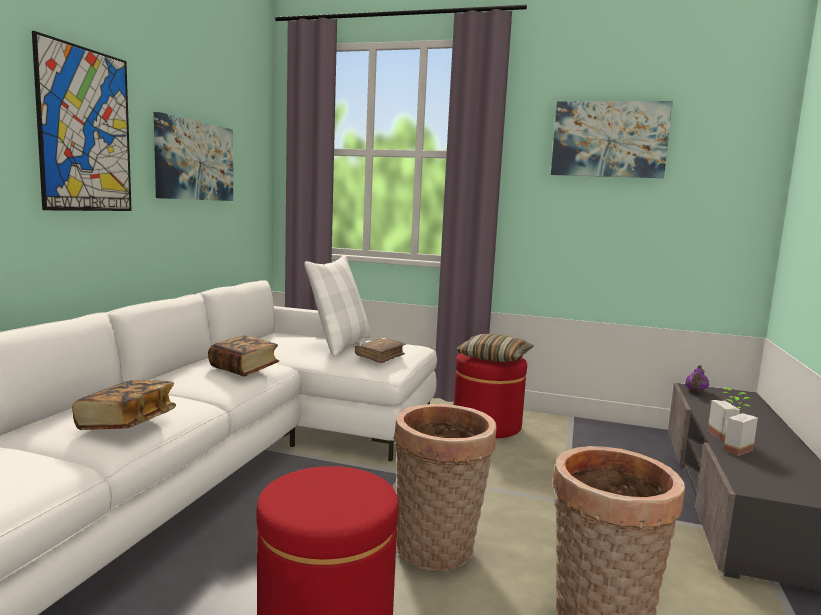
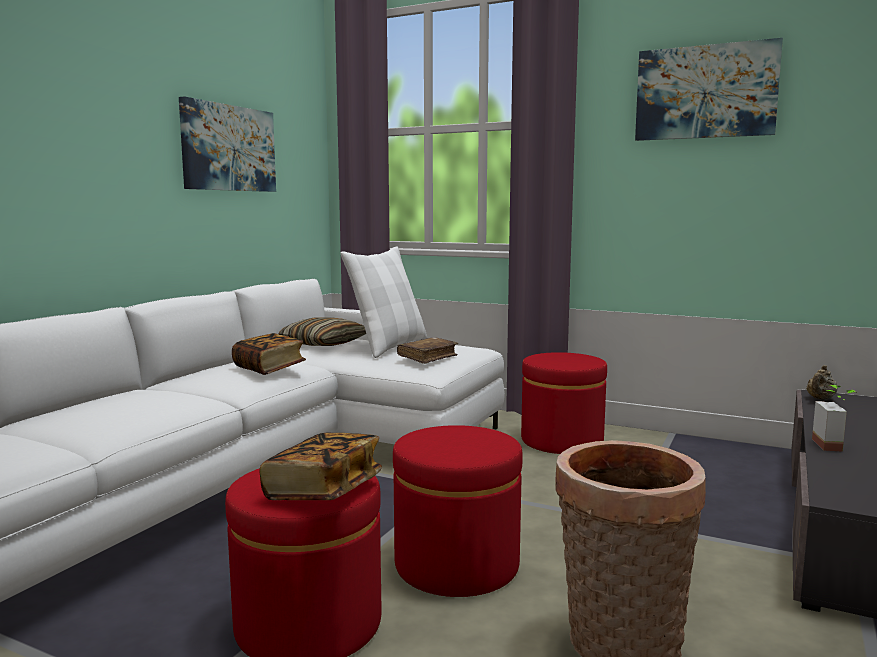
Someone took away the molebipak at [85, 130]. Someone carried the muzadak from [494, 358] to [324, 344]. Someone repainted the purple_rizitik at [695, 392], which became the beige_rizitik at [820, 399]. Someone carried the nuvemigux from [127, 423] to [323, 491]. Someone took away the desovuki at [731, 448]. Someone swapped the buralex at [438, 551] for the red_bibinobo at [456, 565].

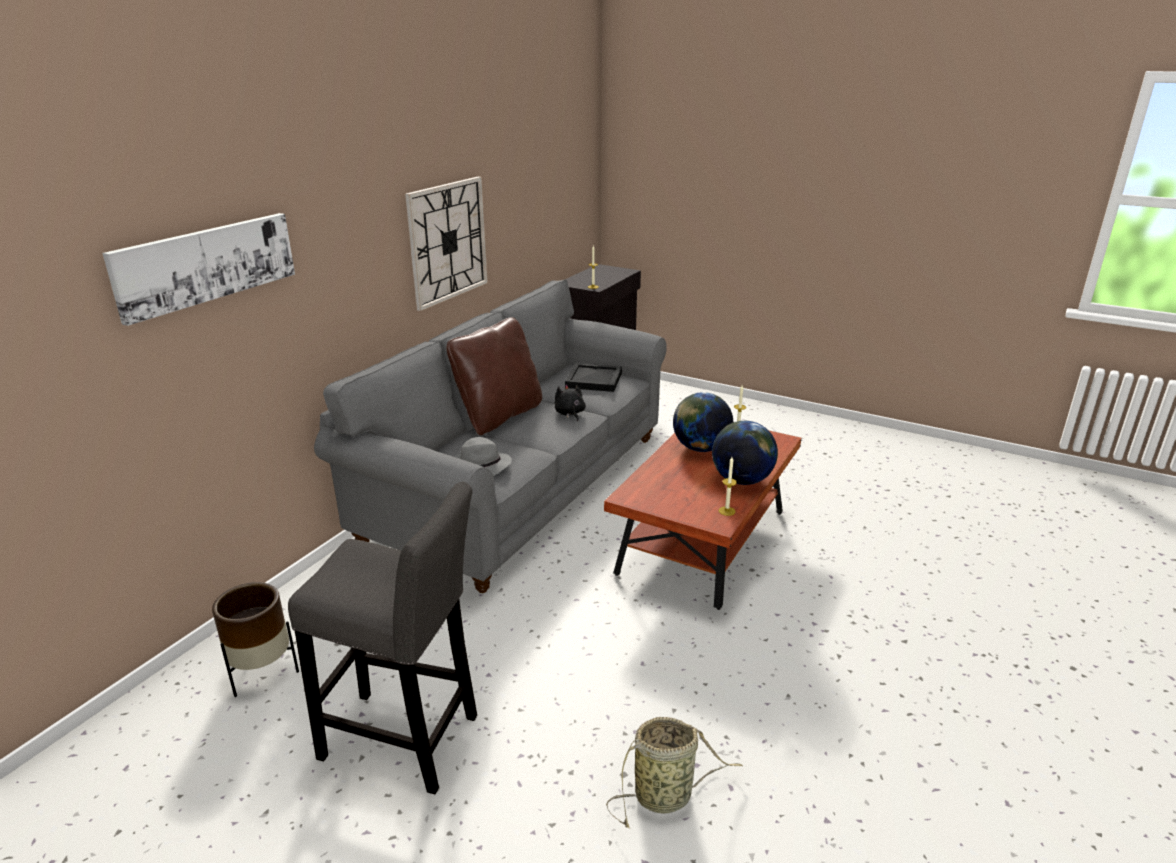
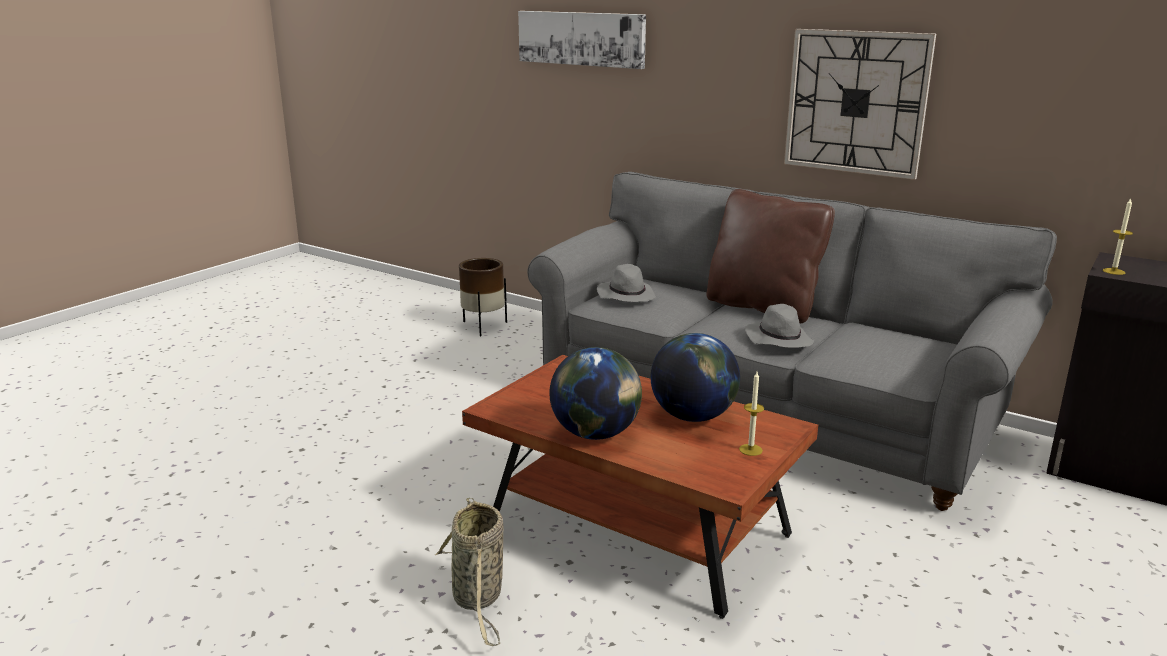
Someone took away the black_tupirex at [595, 380]. Someone swapped the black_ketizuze at [570, 414] for the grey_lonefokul at [778, 339]. Someone took away the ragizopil at [726, 511]. Someone took away the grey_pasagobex at [406, 741]. Someone carried the buralex from [666, 795] to [478, 599].

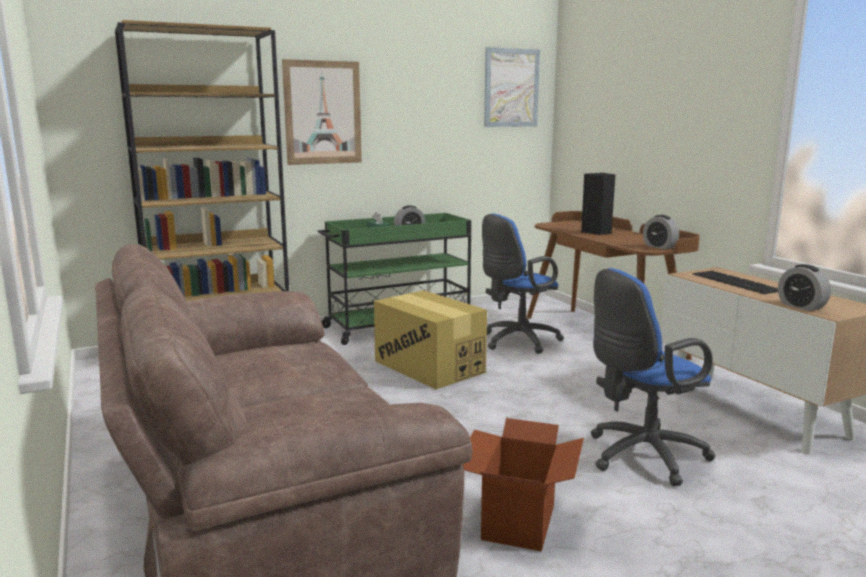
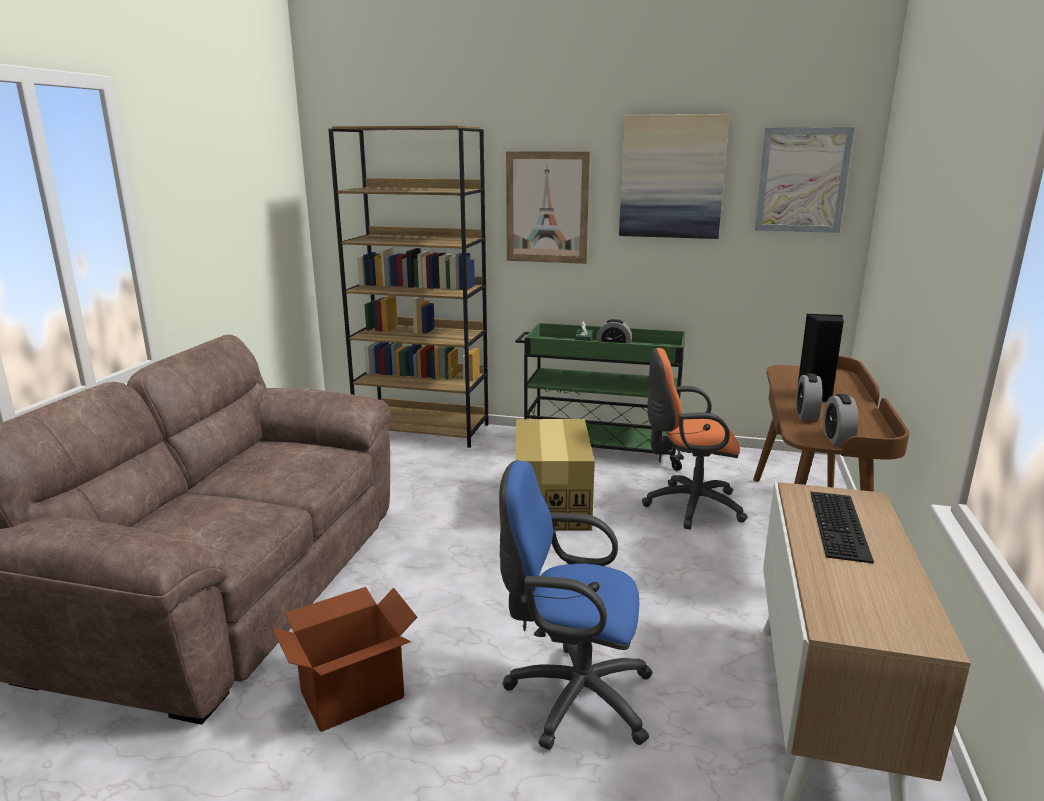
Someone repainted the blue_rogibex at [516, 342], which became the orange_rogibex at [688, 506]. Someone carried the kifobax from [801, 306] to [806, 415]. Someone put up the molebipak at [672, 177].

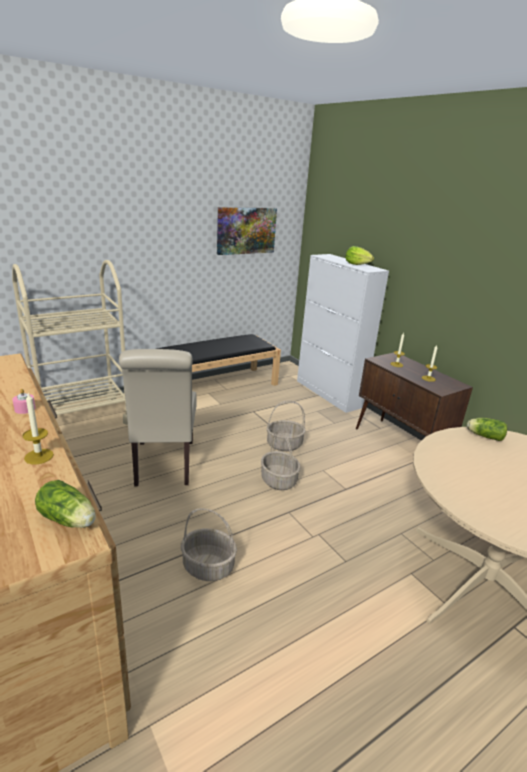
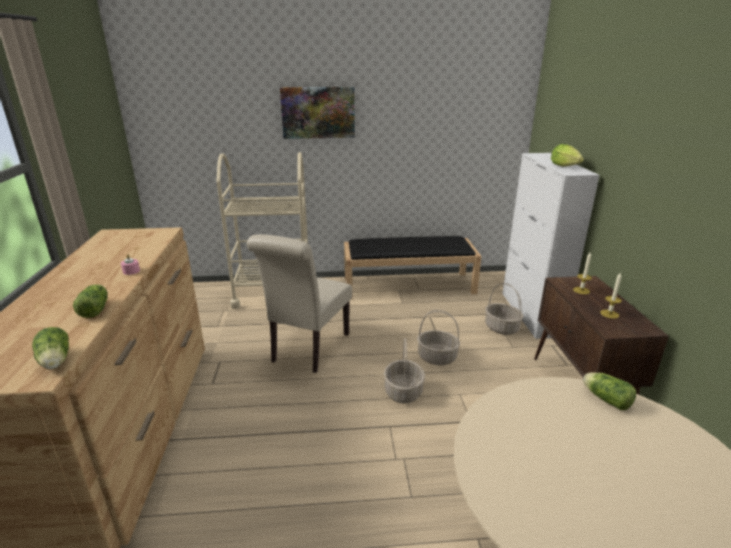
Someone carried the molebipak from [246, 230] to [318, 112]. Someone swapped the ragizopil at [39, 456] for the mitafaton at [96, 309]. Someone carried the buralex from [207, 567] to [501, 328].

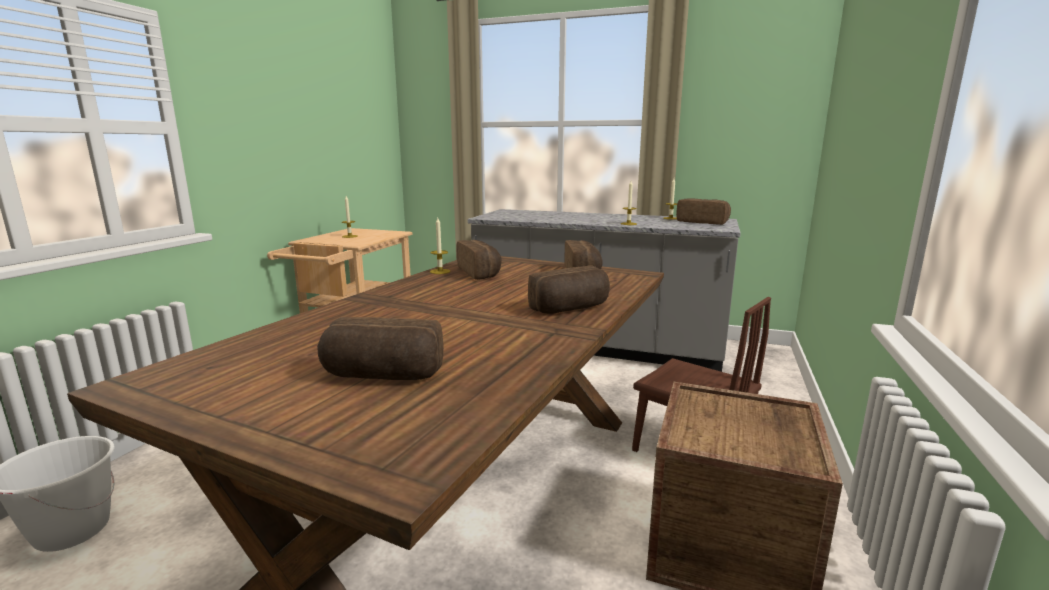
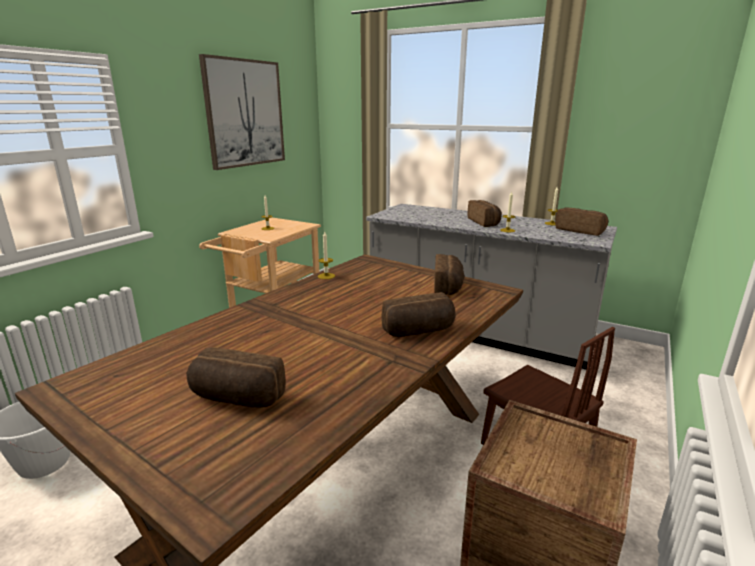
Someone carried the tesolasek from [481, 272] to [485, 222]. Someone put up the molebipak at [245, 113].

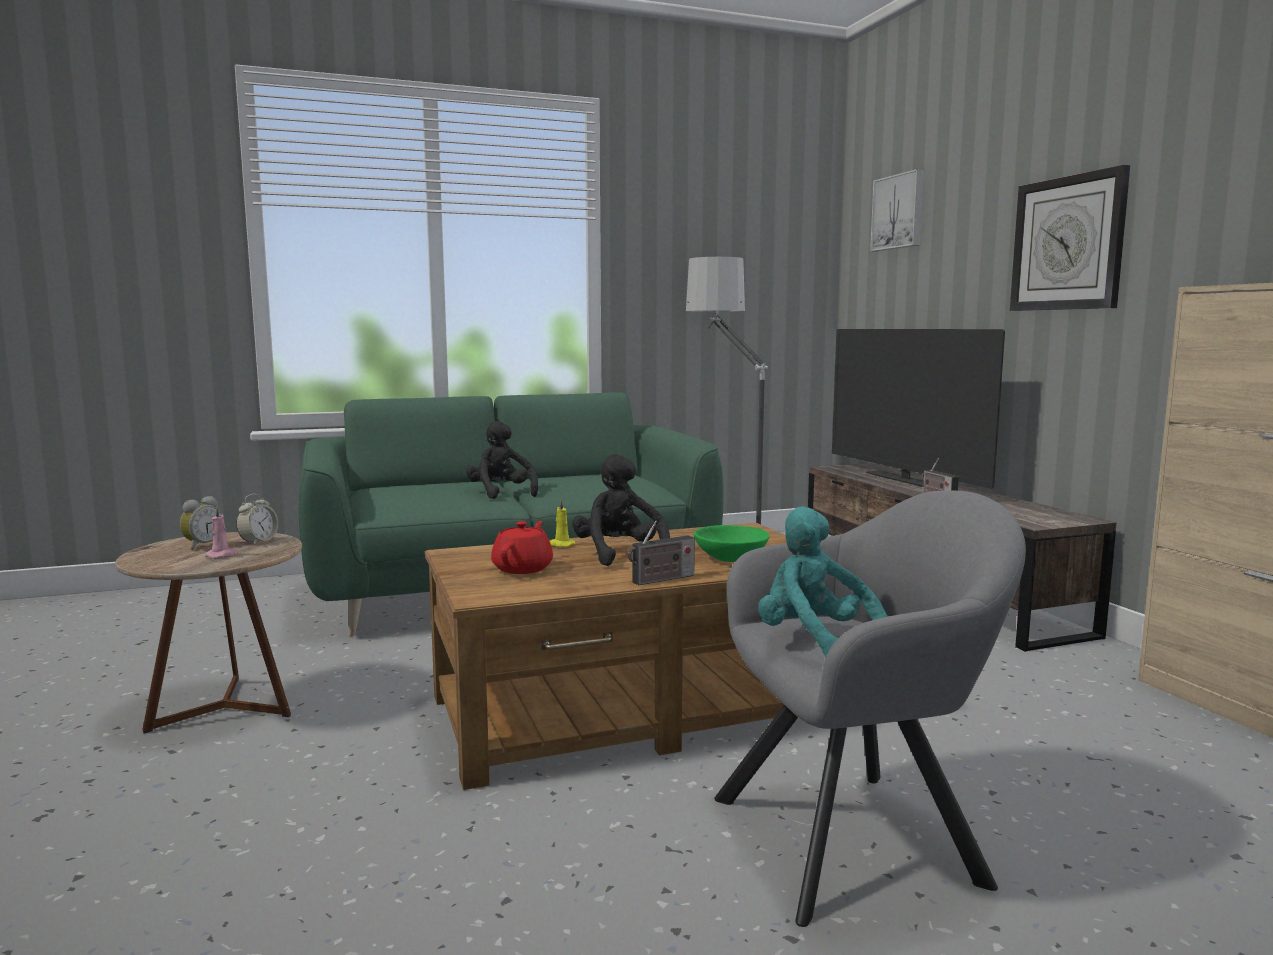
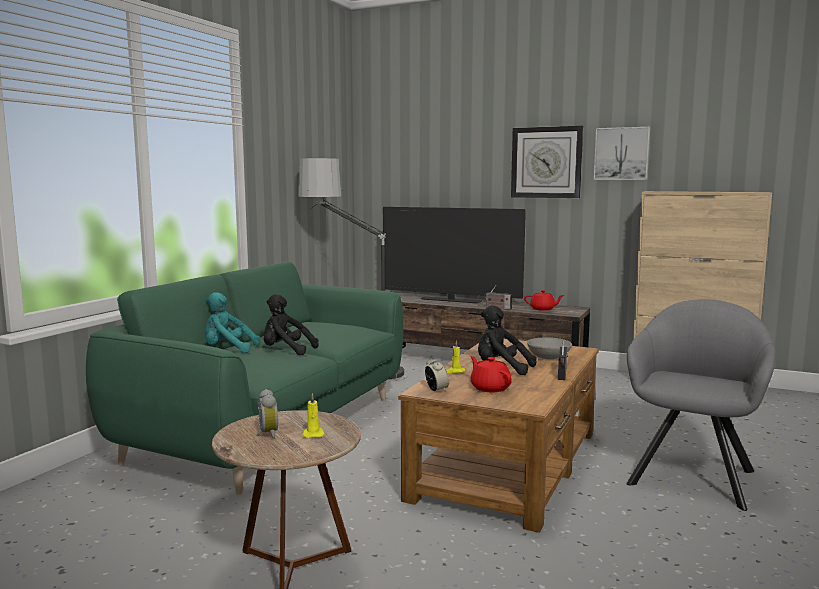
Someone carried the molebipak from [900, 212] to [621, 153]. Someone carried the kifobax from [258, 541] to [436, 390]. Someone repainted the pink_ragizopil at [222, 555], which became the yellow_ragizopil at [313, 434]. Someone carried the turquoise_ketizuze from [815, 642] to [227, 350]. Someone repainted the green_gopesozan at [731, 558], which became the grey_gopesozan at [548, 357]. Someone put down the red_rizitik at [543, 309].

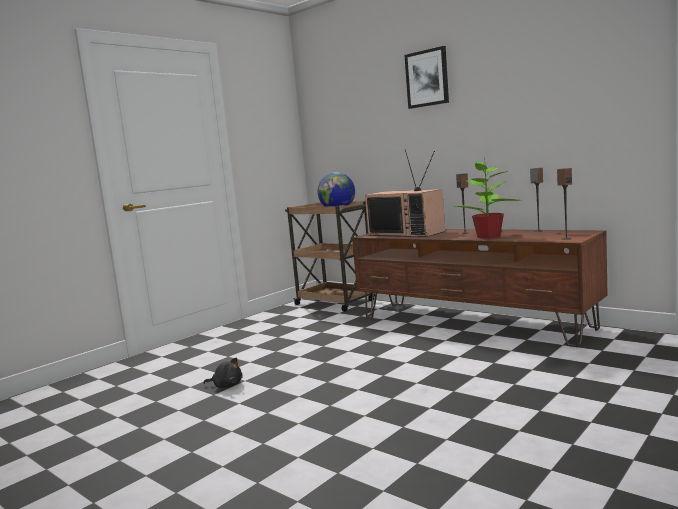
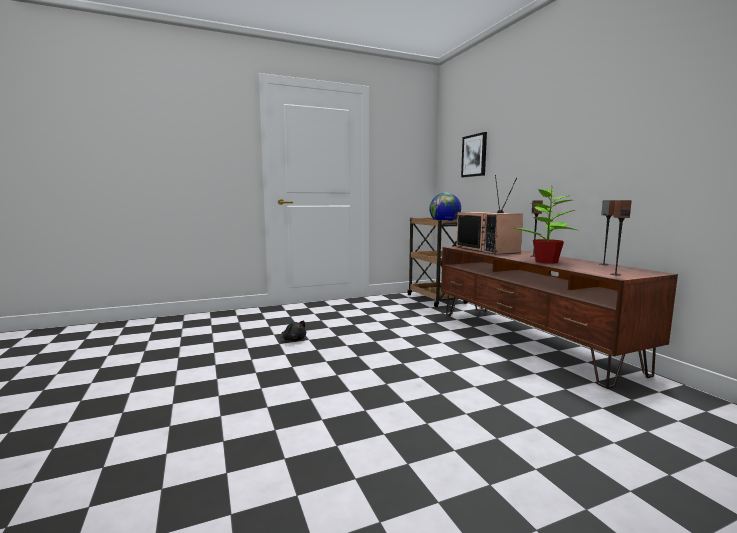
Someone carried the molebipak from [427, 78] to [474, 155].

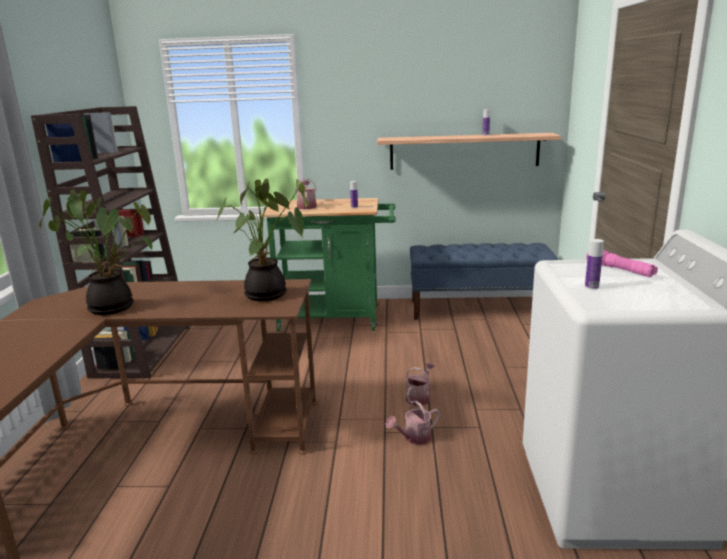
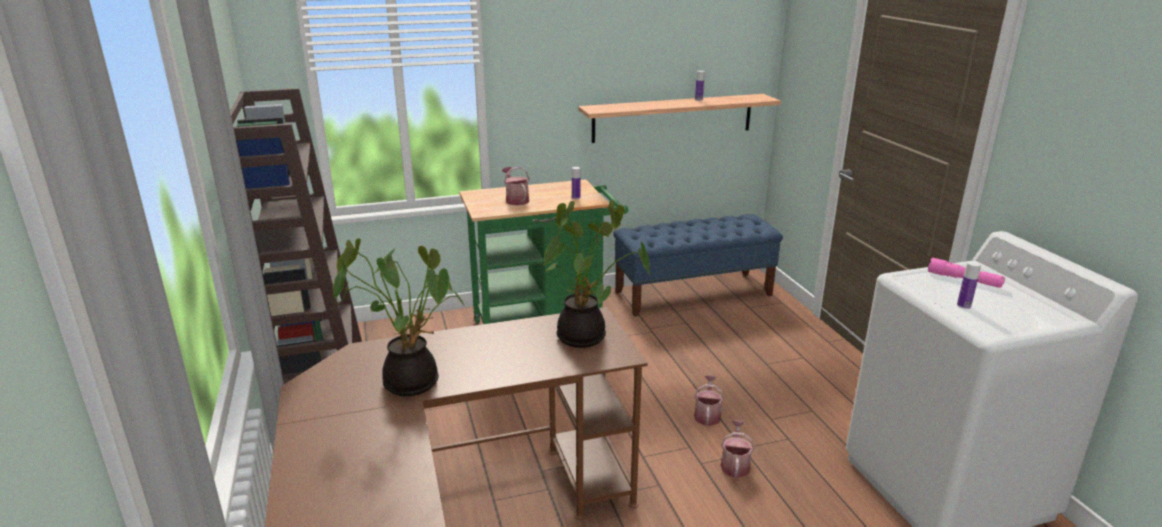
Someone rotated the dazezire at [414, 438] by 150 degrees clockwise.

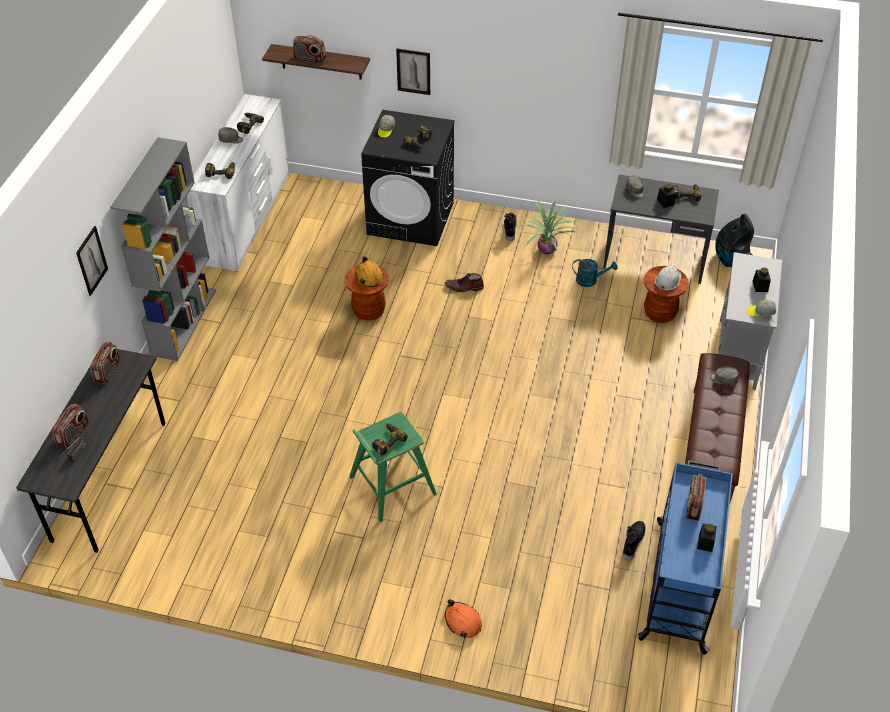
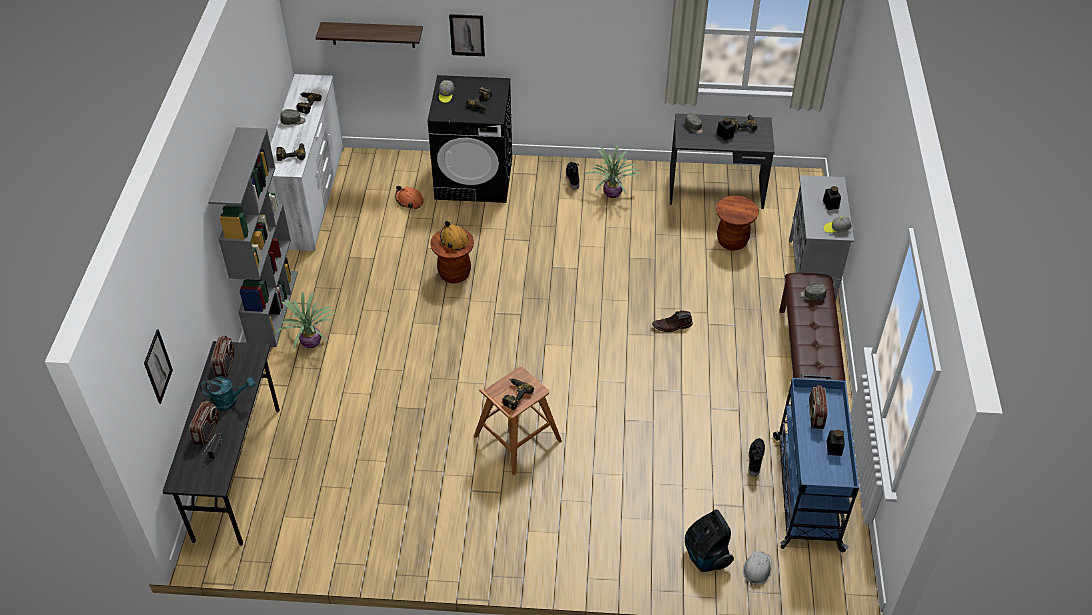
Someone took away the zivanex at [310, 59]. Someone carried the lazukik from [730, 259] to [705, 556]. Someone carried the molebipak from [91, 260] to [157, 366]. Someone carried the turquoise_dazezire from [590, 280] to [229, 401]. Someone carried the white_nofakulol from [667, 280] to [757, 569]. Someone carried the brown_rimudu from [464, 287] to [672, 326]. Someone repainted the green_pasagobex at [391, 486], which became the brown_pasagobex at [516, 439]. Someone carried the orange_nofakulol from [463, 622] to [409, 200]. Someone put down the desovuki at [311, 342].

